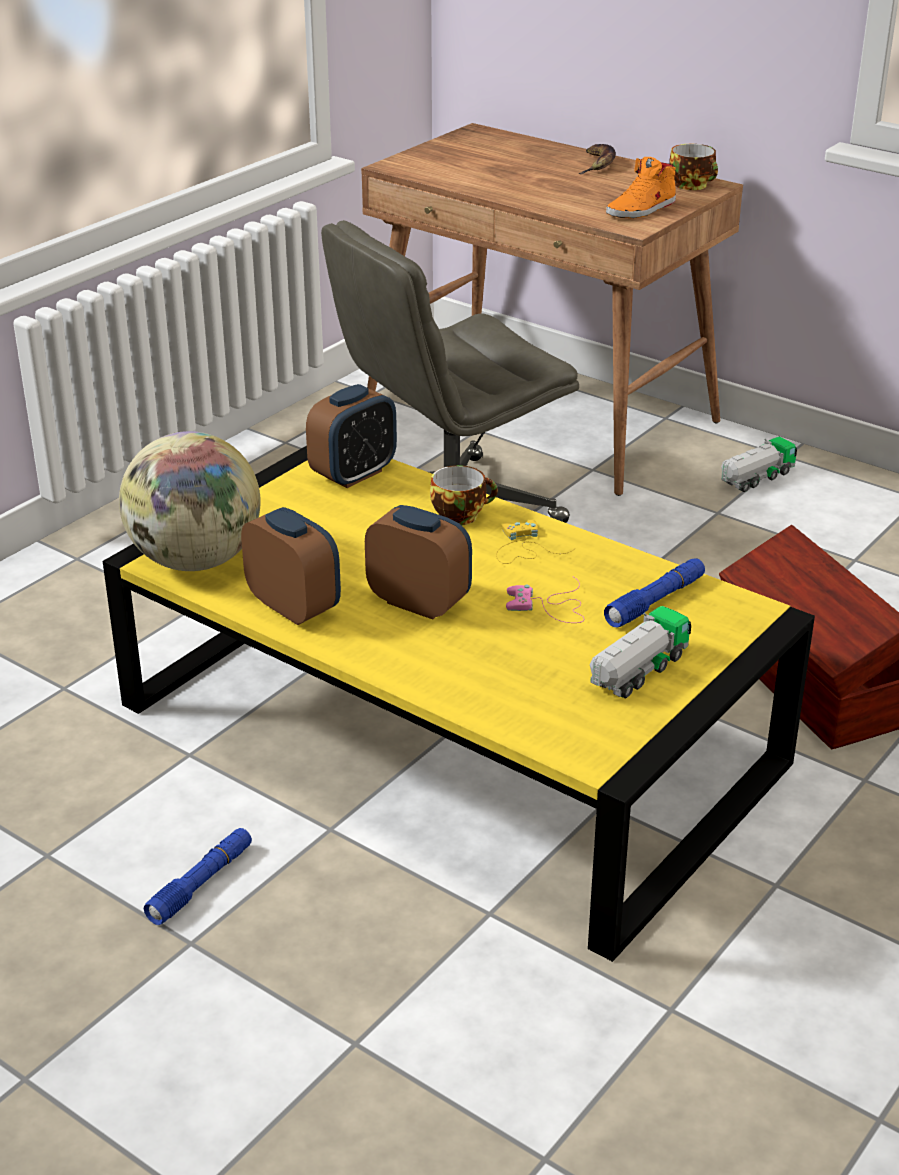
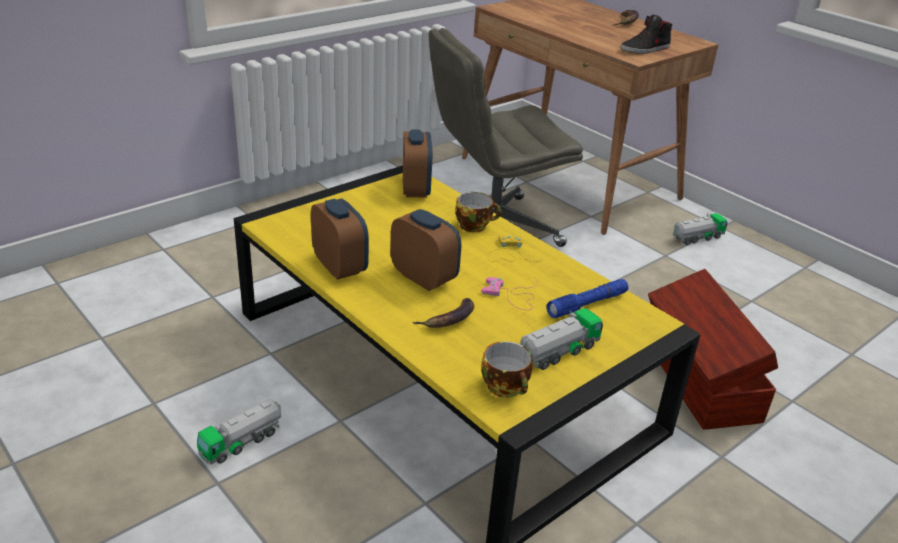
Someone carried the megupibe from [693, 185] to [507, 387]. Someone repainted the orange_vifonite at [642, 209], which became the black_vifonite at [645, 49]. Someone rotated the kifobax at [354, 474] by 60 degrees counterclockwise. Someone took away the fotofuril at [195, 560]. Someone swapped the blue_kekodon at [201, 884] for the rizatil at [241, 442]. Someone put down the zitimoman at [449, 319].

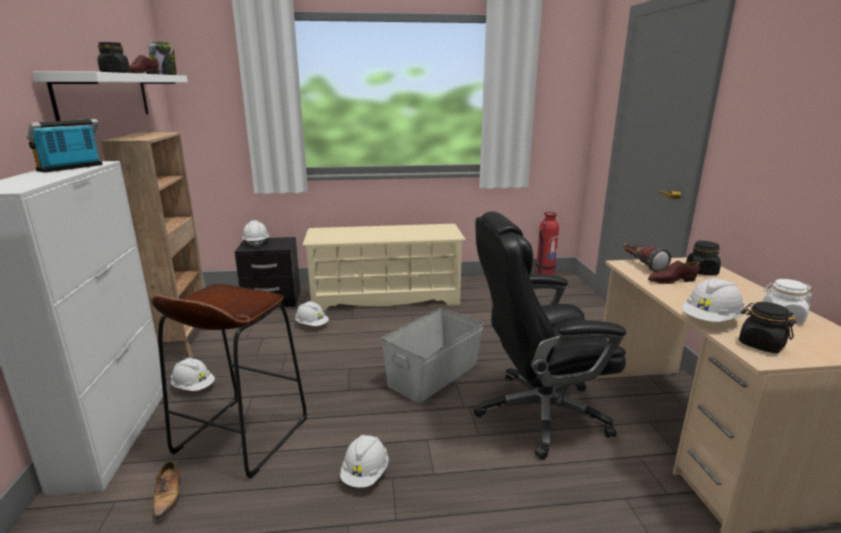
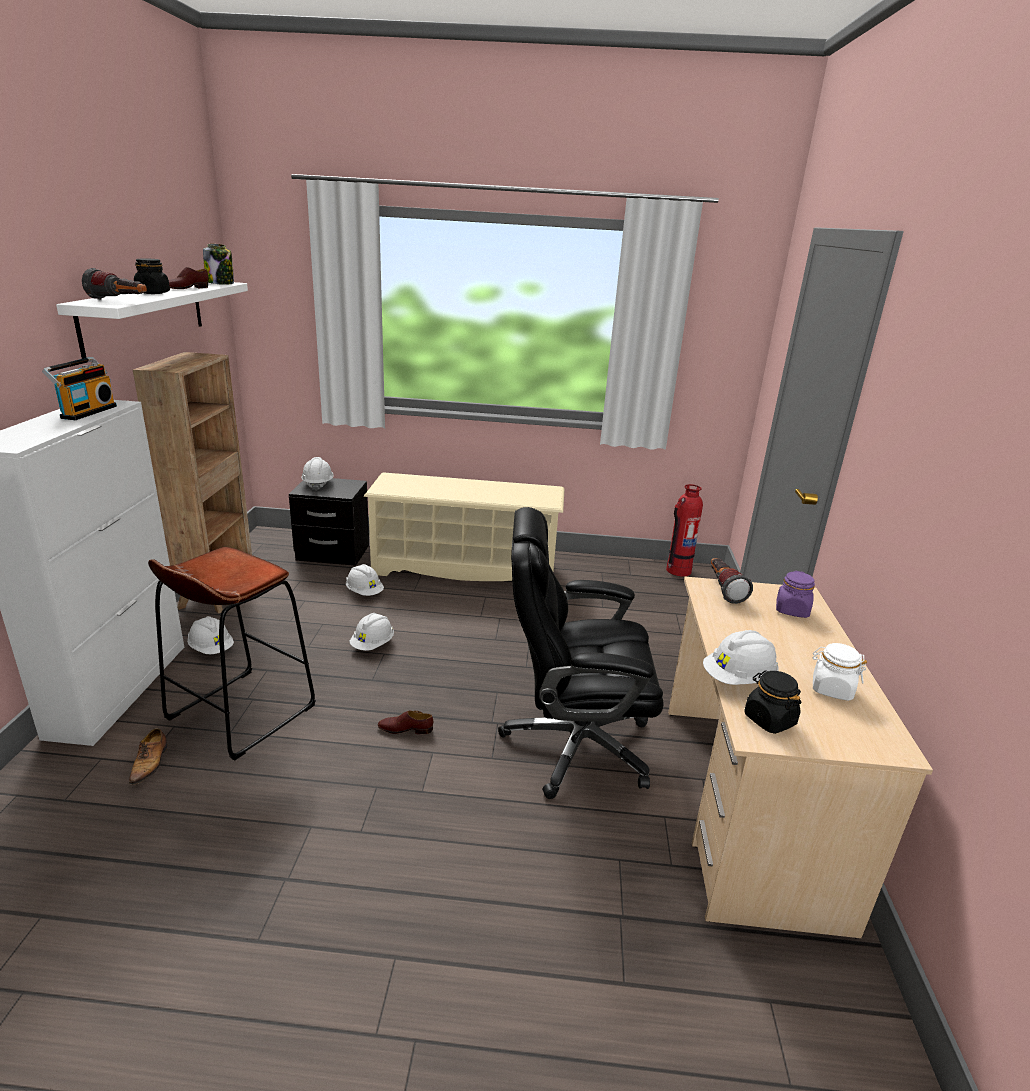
Someone rotated the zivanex at [72, 168] by 150 degrees clockwise. Someone repainted the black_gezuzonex at [701, 272], which became the purple_gezuzonex at [792, 610]. Someone carried the brown_vifonite from [671, 280] to [405, 729]. Someone took away the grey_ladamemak at [434, 375]. Someone carried the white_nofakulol from [365, 474] to [373, 645]. Someone put down the kekodon at [120, 301].

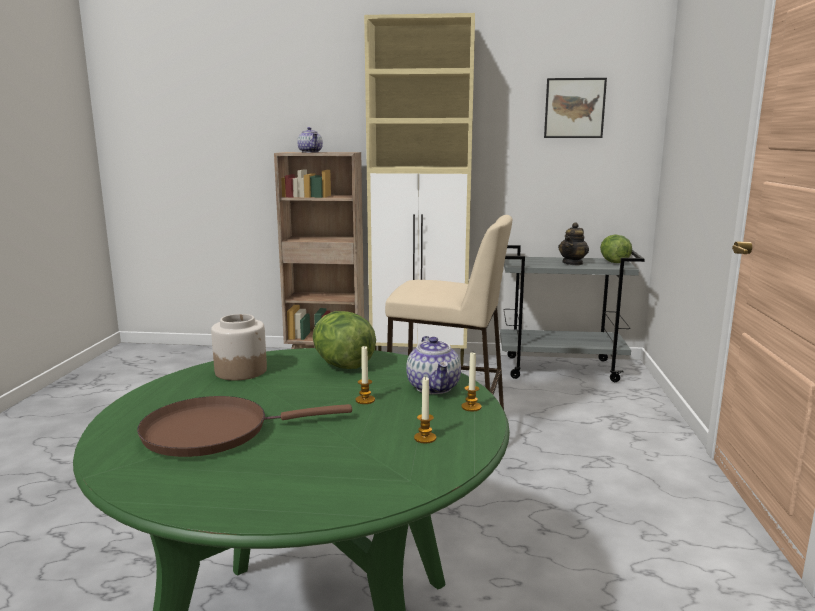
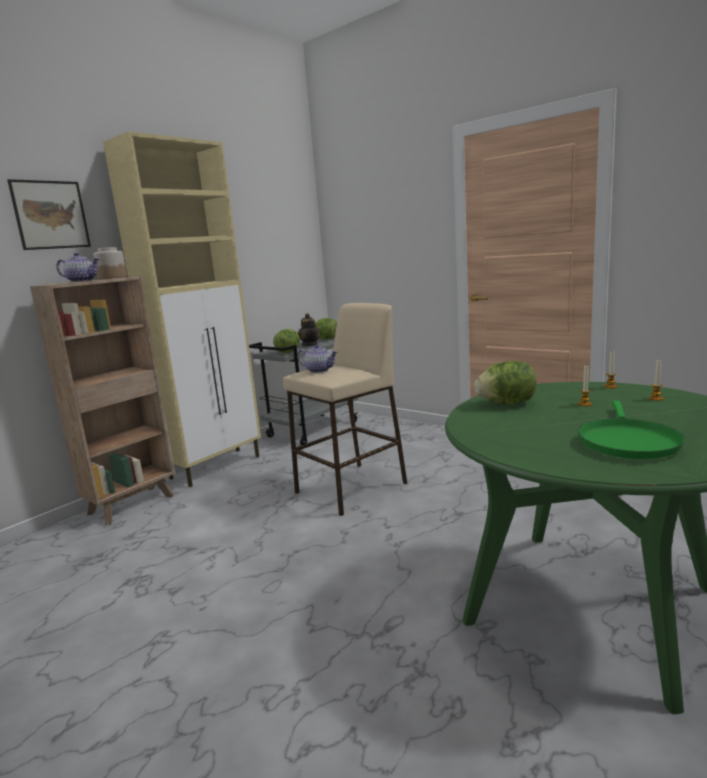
Someone carried the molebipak from [574, 108] to [50, 215]. Someone carried the gezuzonex from [241, 371] to [112, 278]. Someone carried the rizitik from [434, 387] to [319, 370]. Someone repainted the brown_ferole at [214, 432], which became the green_ferole at [626, 441]. Someone put down the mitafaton at [288, 352].

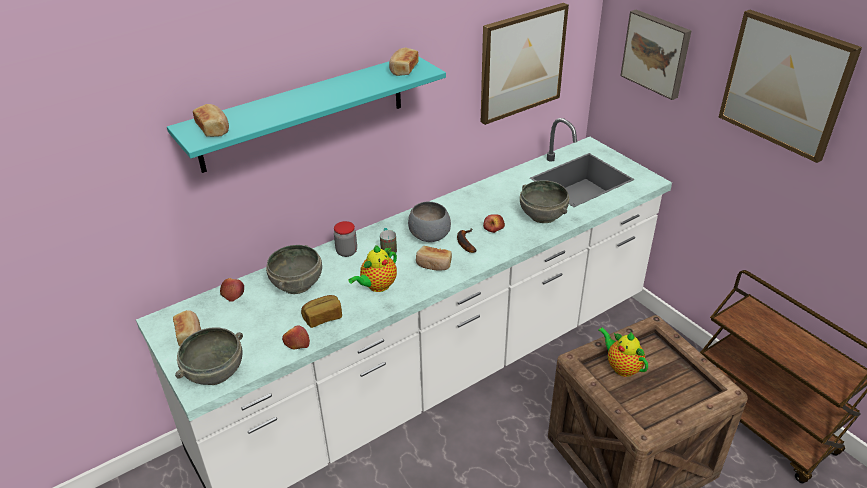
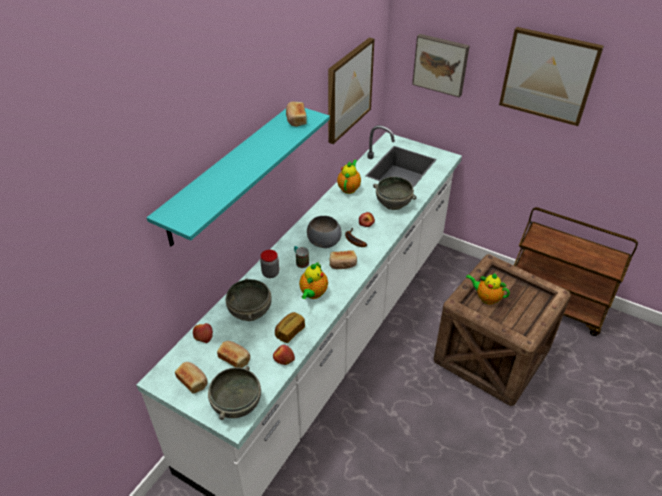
Someone carried the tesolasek from [213, 128] to [235, 358]. Someone put down the rizitik at [349, 188].

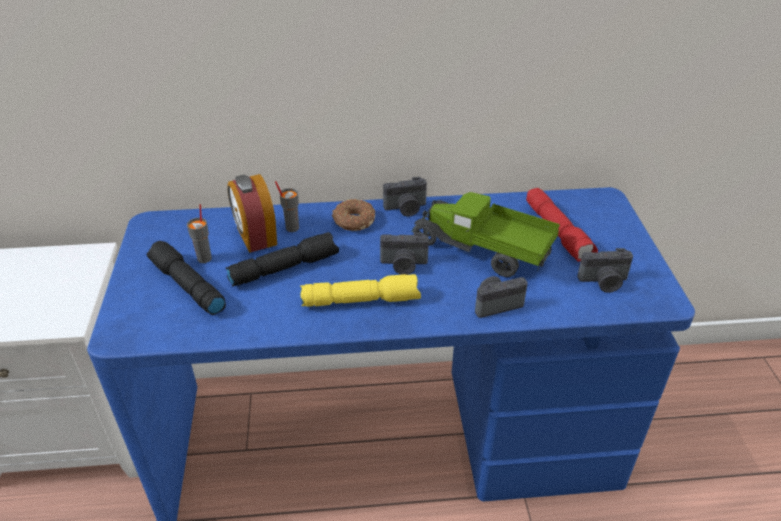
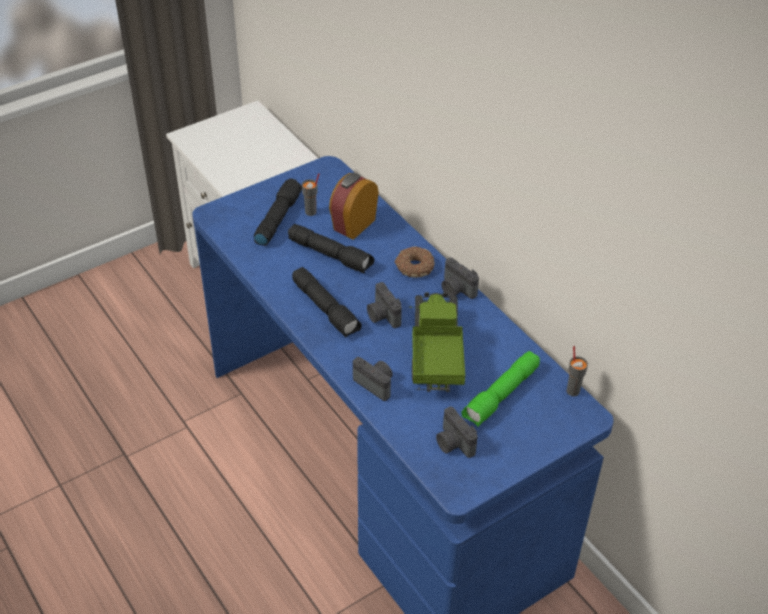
Someone carried the grey_megupibe from [292, 228] to [573, 391]. Someone repainted the red_kekodon at [558, 232], which became the green_kekodon at [501, 396]. Someone repainted the yellow_kekodon at [361, 299], which became the black_kekodon at [326, 309].

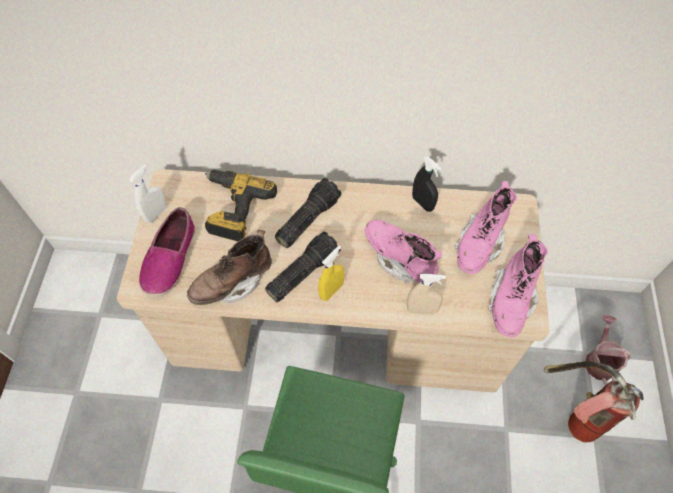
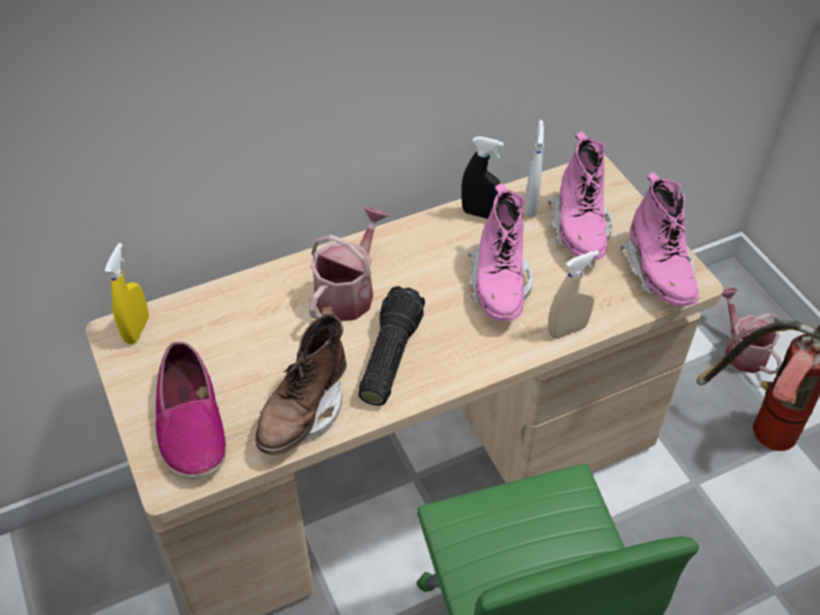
Someone carried the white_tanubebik from [156, 214] to [531, 205]. Someone took away the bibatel at [233, 209]. Someone swapped the kekodon at [307, 219] for the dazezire at [349, 292]. Someone rotated the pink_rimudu at [399, 259] by 105 degrees counterclockwise. Someone carried the yellow_tanubebik from [331, 291] to [137, 329].

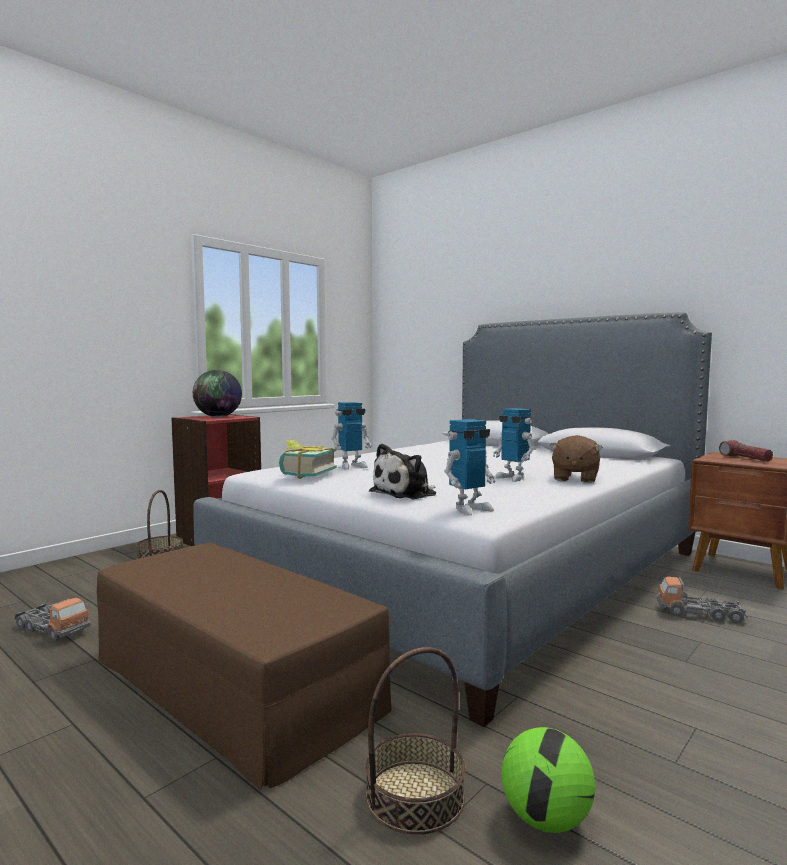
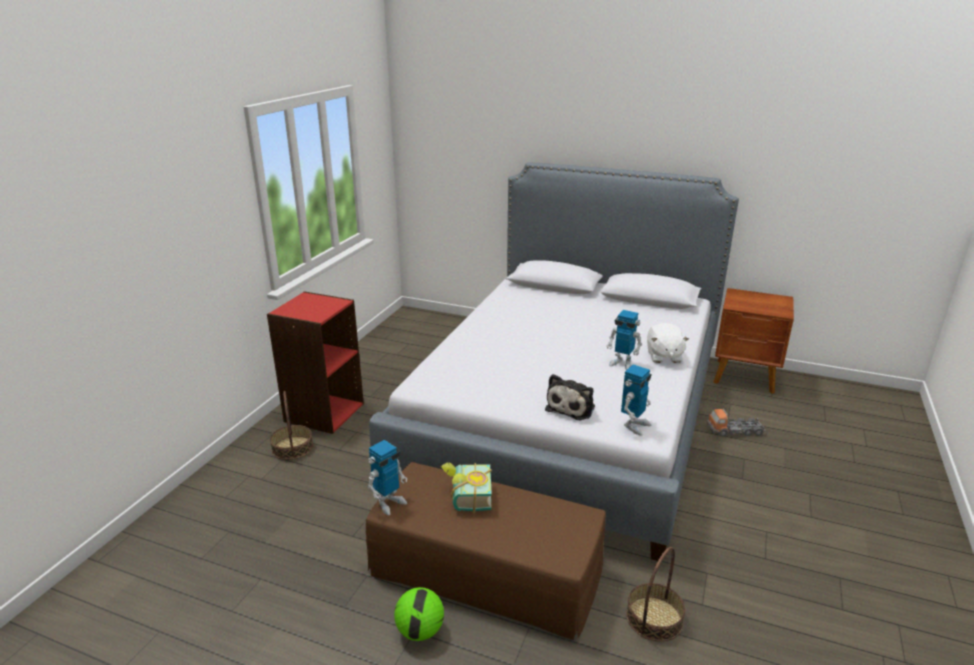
Someone took away the fotofuril at [218, 417]. Someone carried the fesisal from [351, 466] to [389, 503]. Someone repainted the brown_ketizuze at [574, 478], which became the white_ketizuze at [663, 356]. Someone carried the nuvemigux from [303, 474] to [466, 497]. Someone took away the kekodon at [745, 458]. Someone took away the rizatil at [52, 630]. Someone carried the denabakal from [545, 819] to [420, 631].

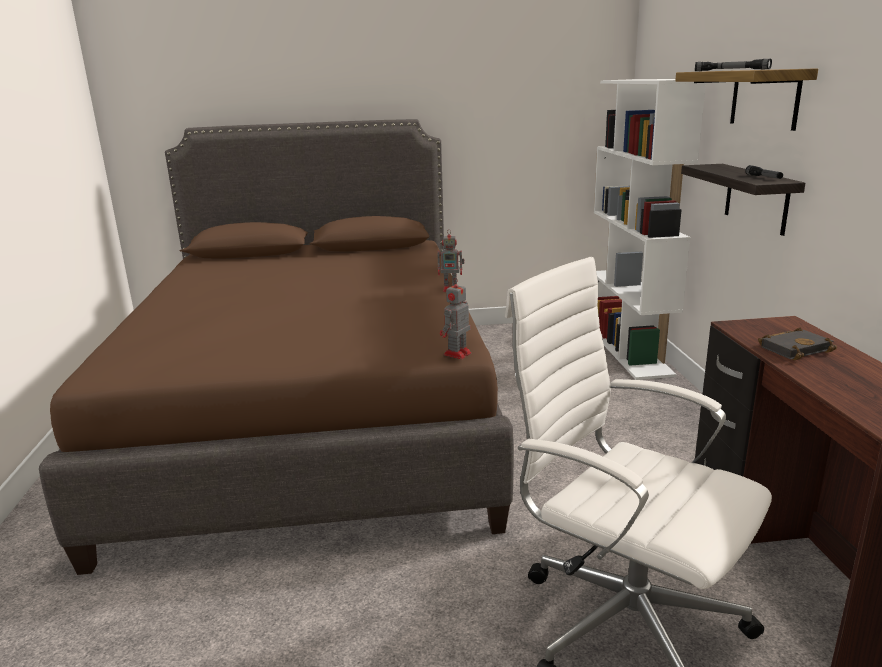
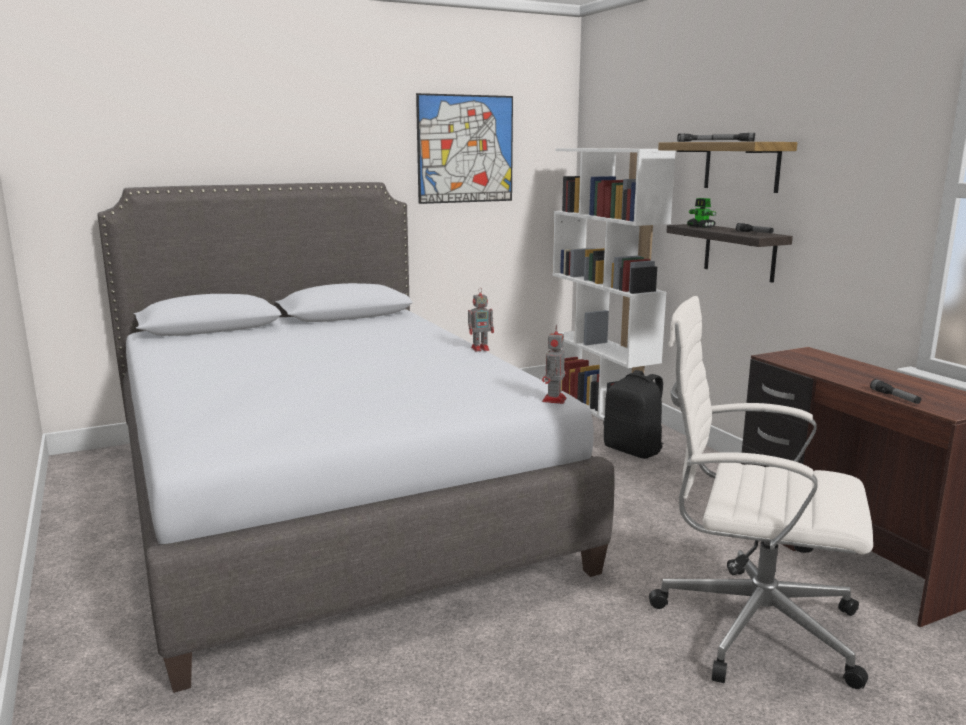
Someone repainted the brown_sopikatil at [314, 414], which became the grey_sopikatil at [327, 499]. Someone took away the black_nuvemigux at [794, 348]. Someone put up the molebipak at [465, 149]. Someone put down the fesisal at [701, 227]. Someone put down the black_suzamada at [633, 450]. Someone put down the kekodon at [894, 397].

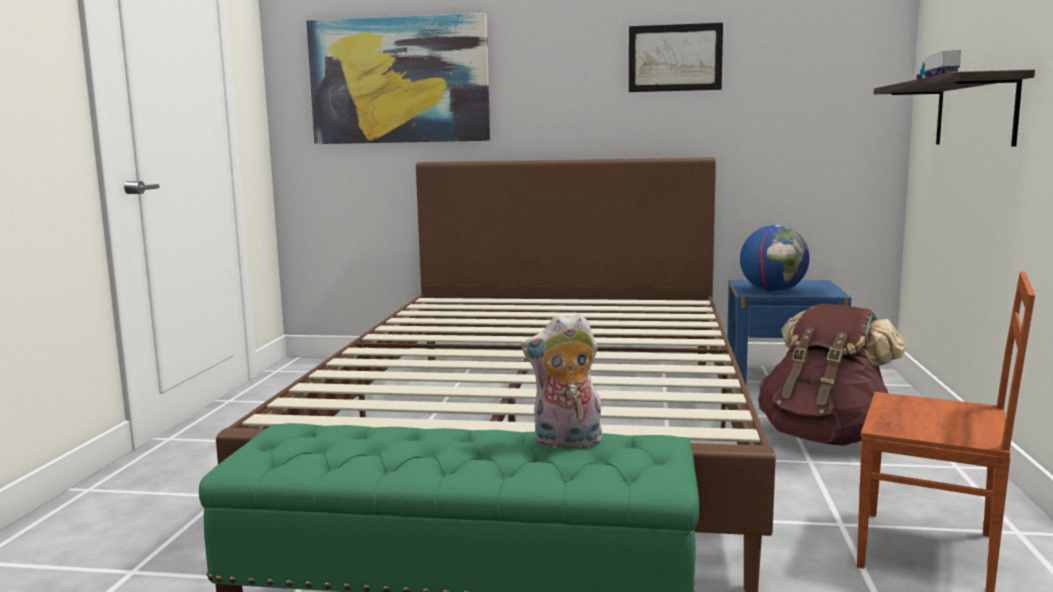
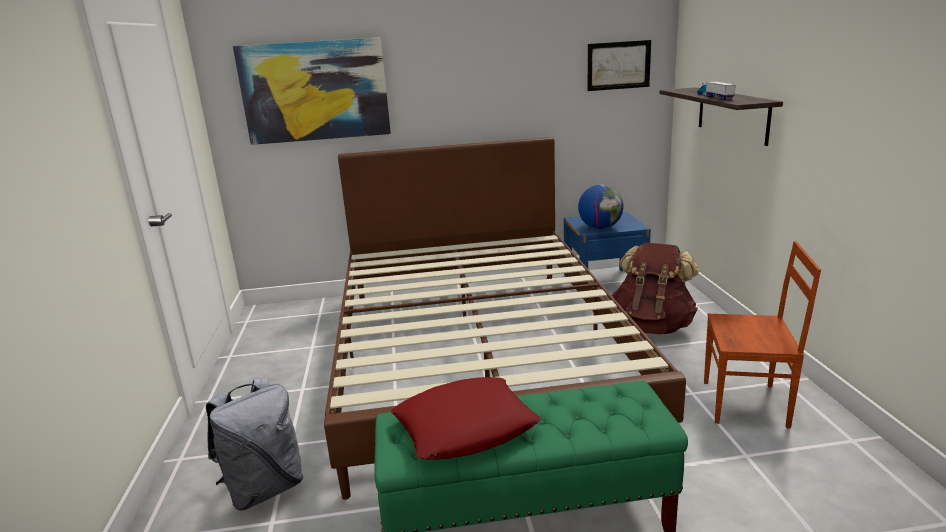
Someone carried the molebipak from [675, 58] to [618, 65]. Someone took away the ketizuze at [566, 443]. Someone put down the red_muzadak at [465, 427]. Someone put down the grey_suzamada at [264, 488].

